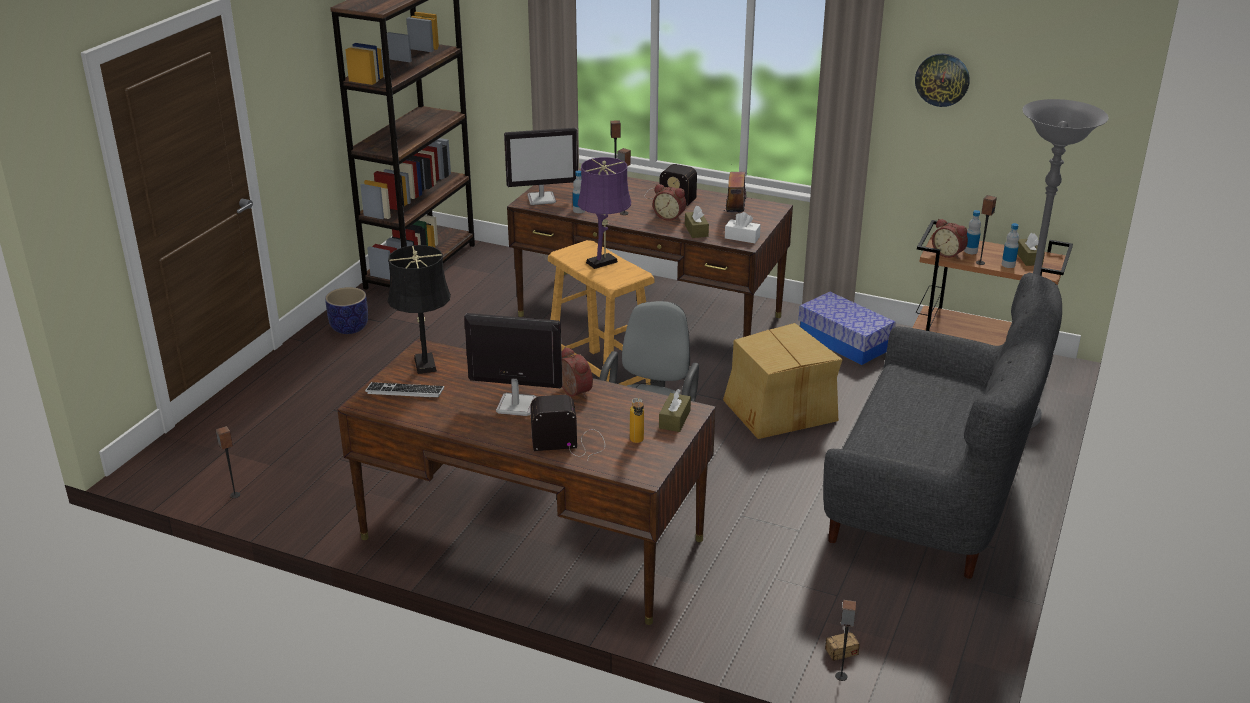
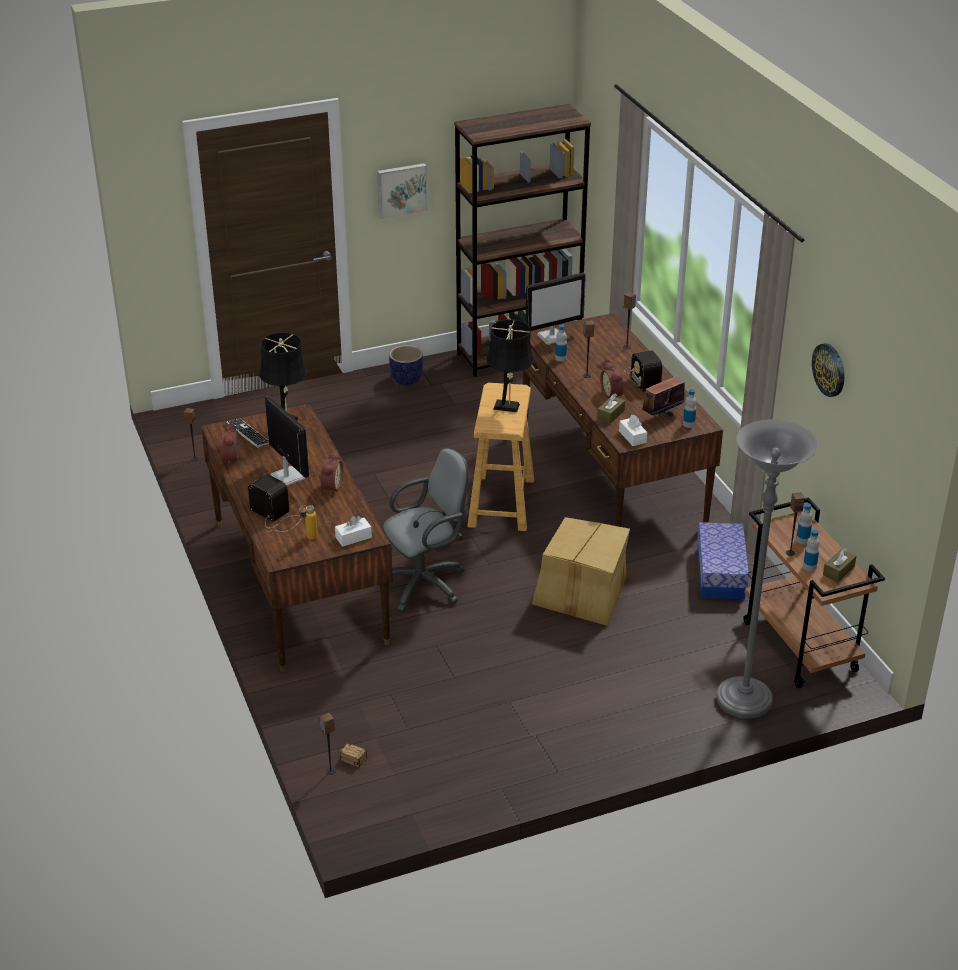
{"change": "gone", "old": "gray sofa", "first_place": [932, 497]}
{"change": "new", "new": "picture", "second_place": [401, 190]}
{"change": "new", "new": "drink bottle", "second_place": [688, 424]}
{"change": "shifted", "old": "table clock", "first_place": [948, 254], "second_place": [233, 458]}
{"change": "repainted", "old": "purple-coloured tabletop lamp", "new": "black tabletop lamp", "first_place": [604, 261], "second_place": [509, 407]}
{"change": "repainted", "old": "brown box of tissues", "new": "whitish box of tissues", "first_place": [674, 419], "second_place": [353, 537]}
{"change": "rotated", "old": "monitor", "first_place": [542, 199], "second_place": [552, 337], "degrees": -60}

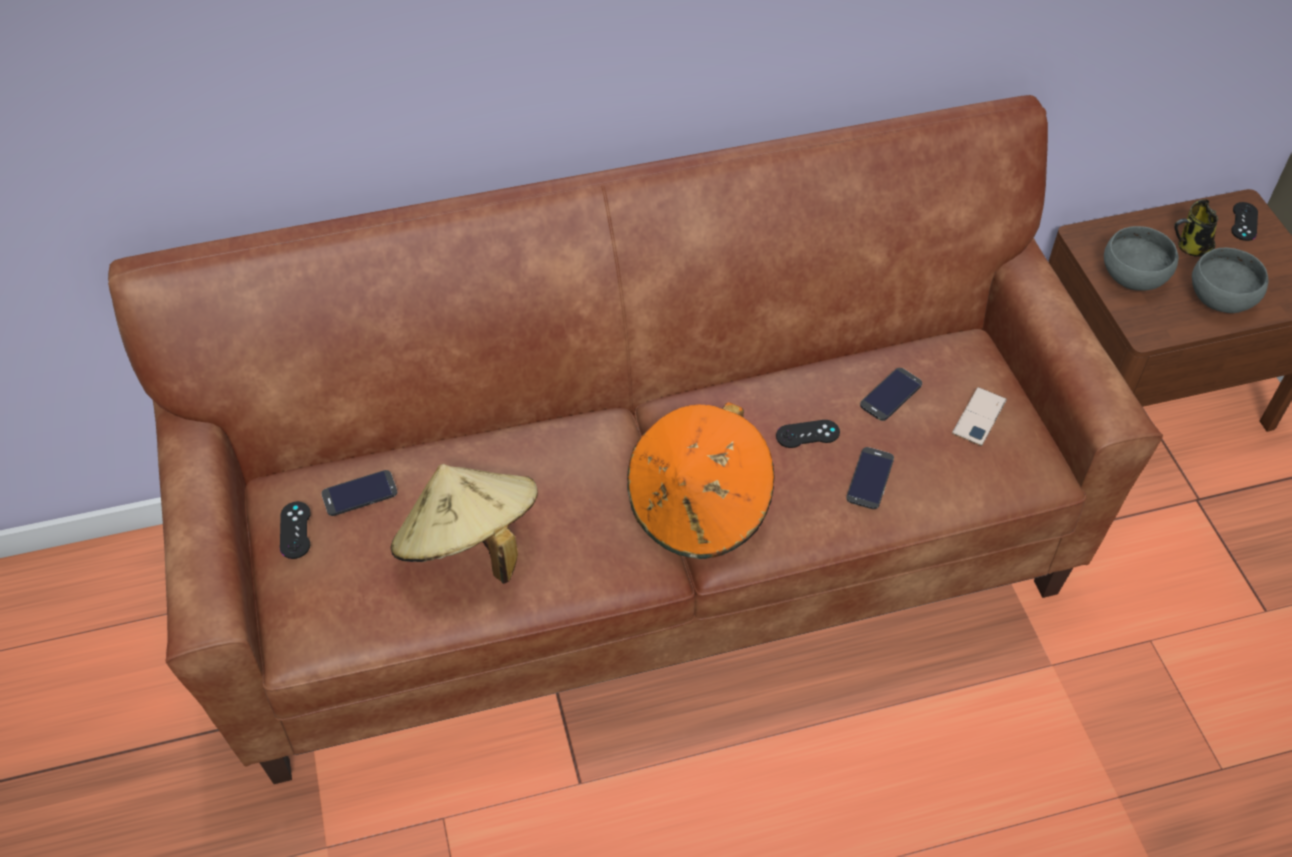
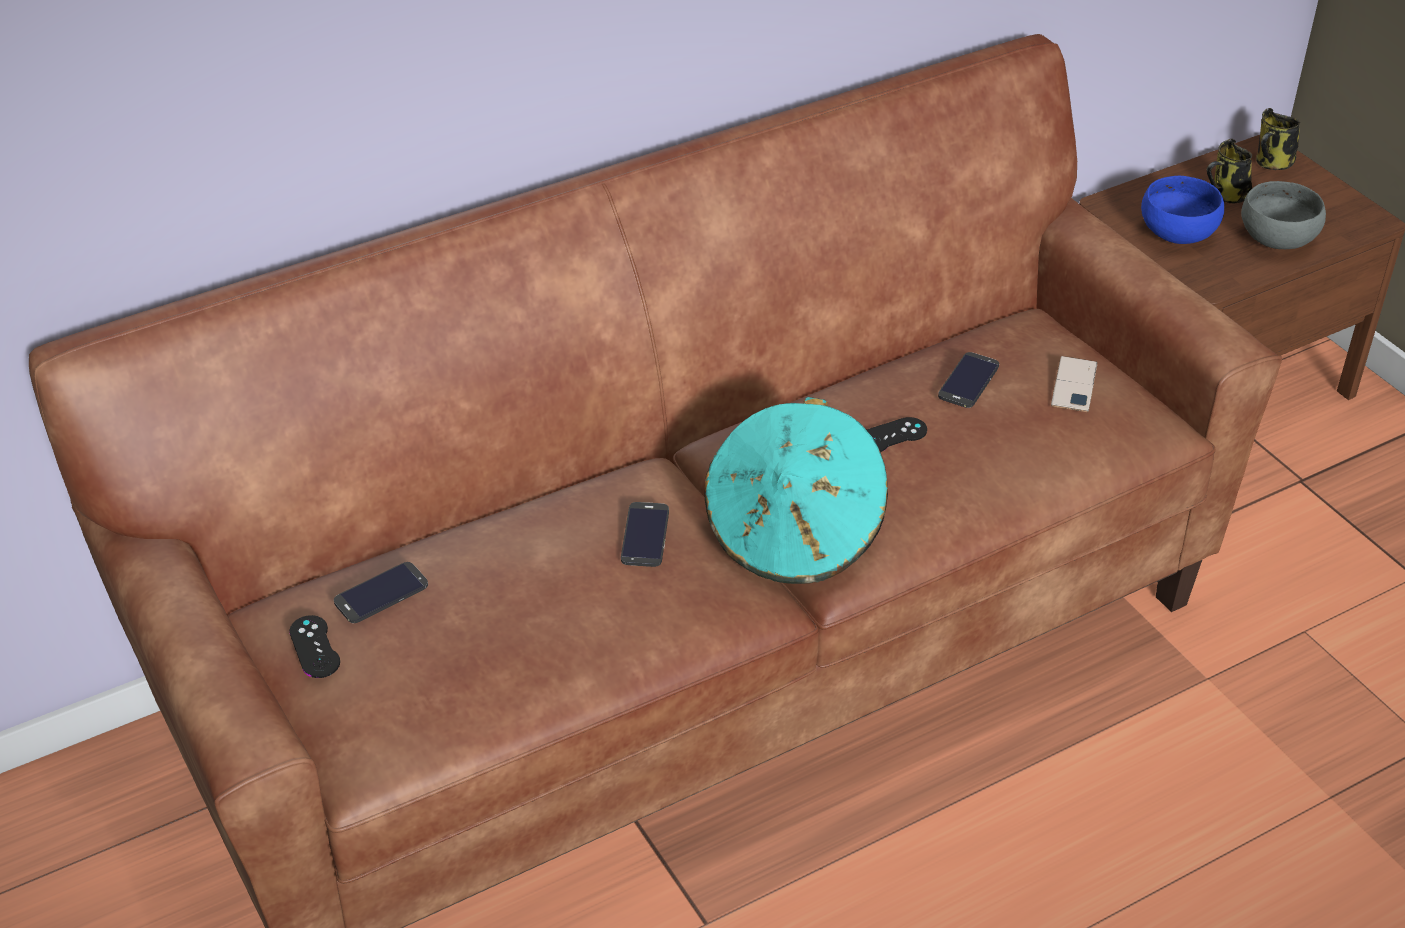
{"change": "gone", "old": "beige clothing hat", "first_place": [469, 547]}
{"change": "shifted", "old": "phone", "first_place": [870, 478], "second_place": [645, 535]}
{"change": "swapped", "old": "black gamepad", "new": "coffee mug", "first_place": [1244, 221], "second_place": [1272, 164]}
{"change": "repainted", "old": "orangey clothing hat", "new": "blue-green clothing hat", "first_place": [699, 508], "second_place": [795, 533]}
{"change": "repainted", "old": "gray deep dish", "new": "blue deep dish", "first_place": [1131, 276], "second_place": [1175, 233]}

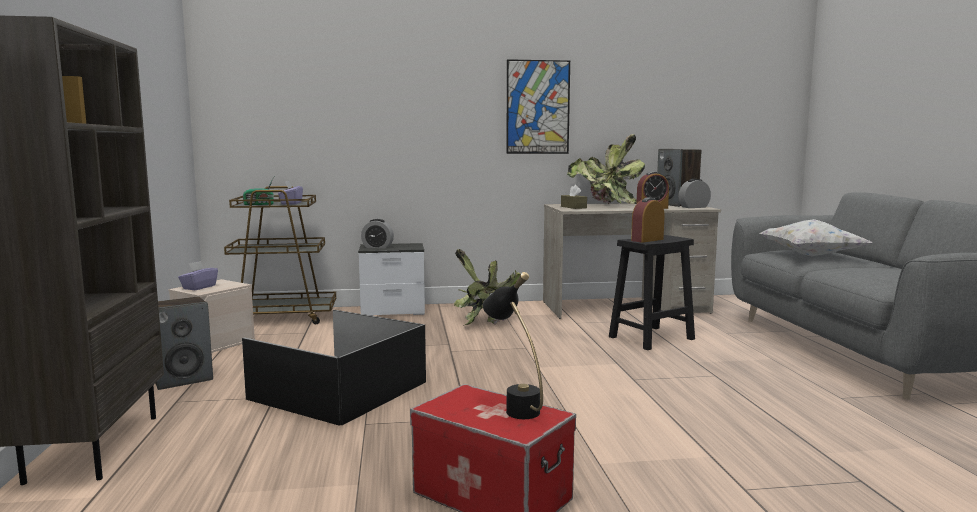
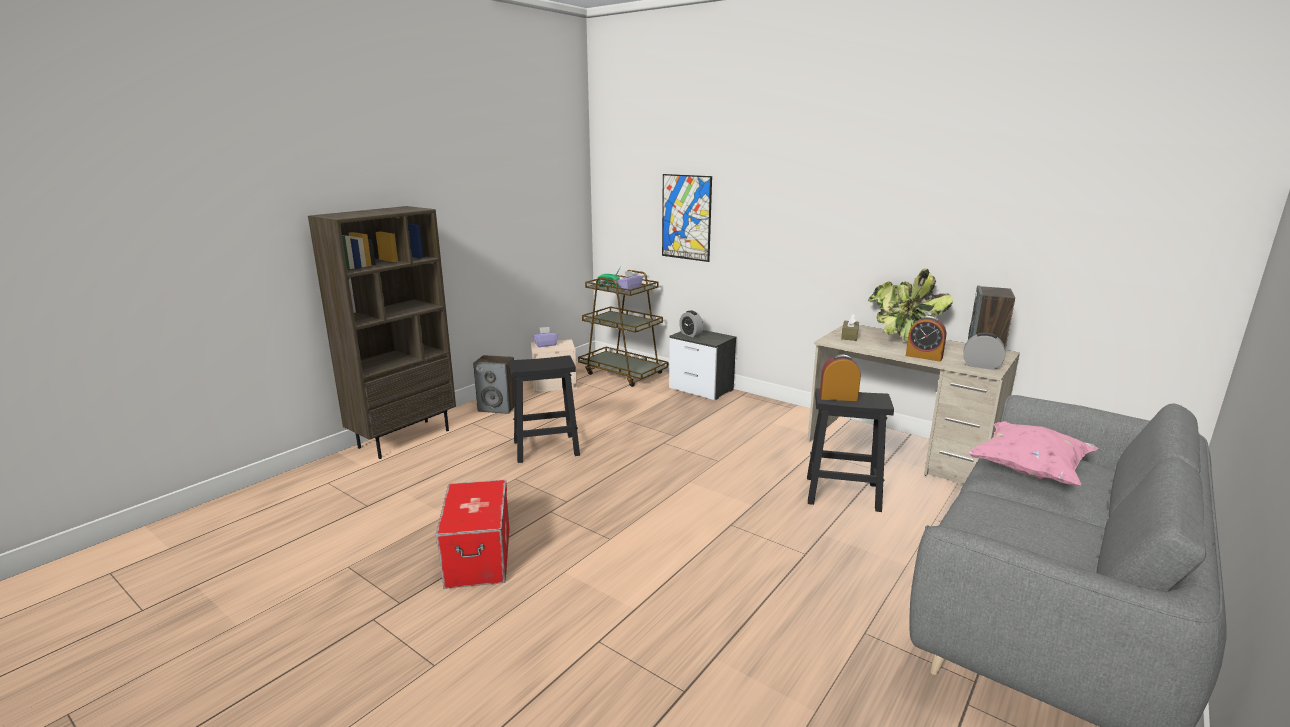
{"change": "gone", "old": "plant in a pot", "first_place": [487, 321]}
{"change": "gone", "old": "black tabletop lamp", "first_place": [515, 406]}
{"change": "shifted", "old": "picture", "first_place": [538, 107], "second_place": [686, 217]}
{"change": "swapped", "old": "black storage container", "new": "black sitting stool", "first_place": [340, 390], "second_place": [547, 448]}
{"change": "repainted", "old": "whitish pillow", "new": "pinkish pillow", "first_place": [810, 255], "second_place": [1029, 470]}

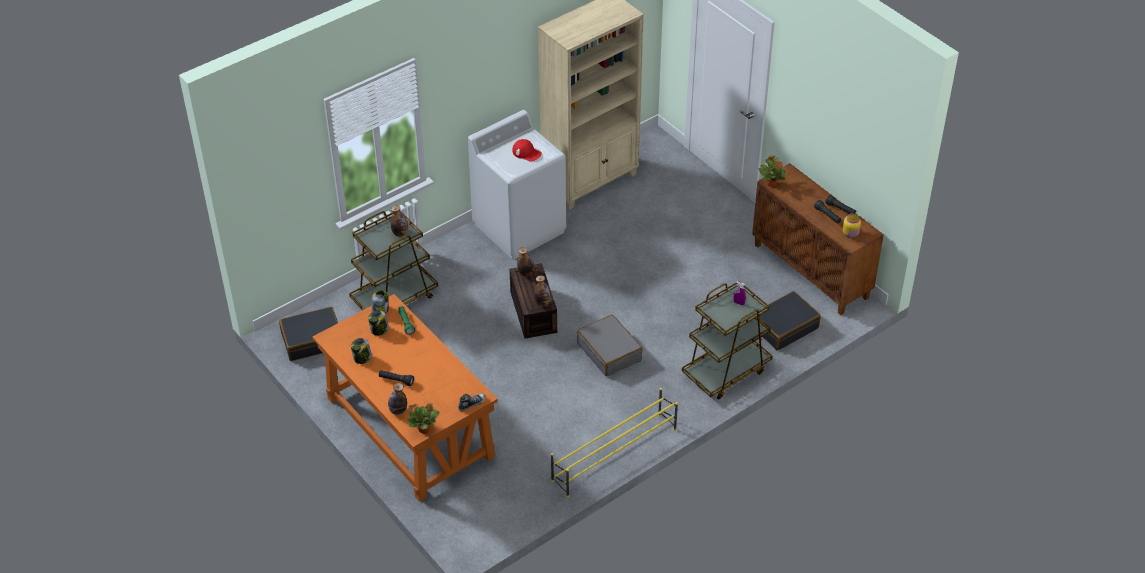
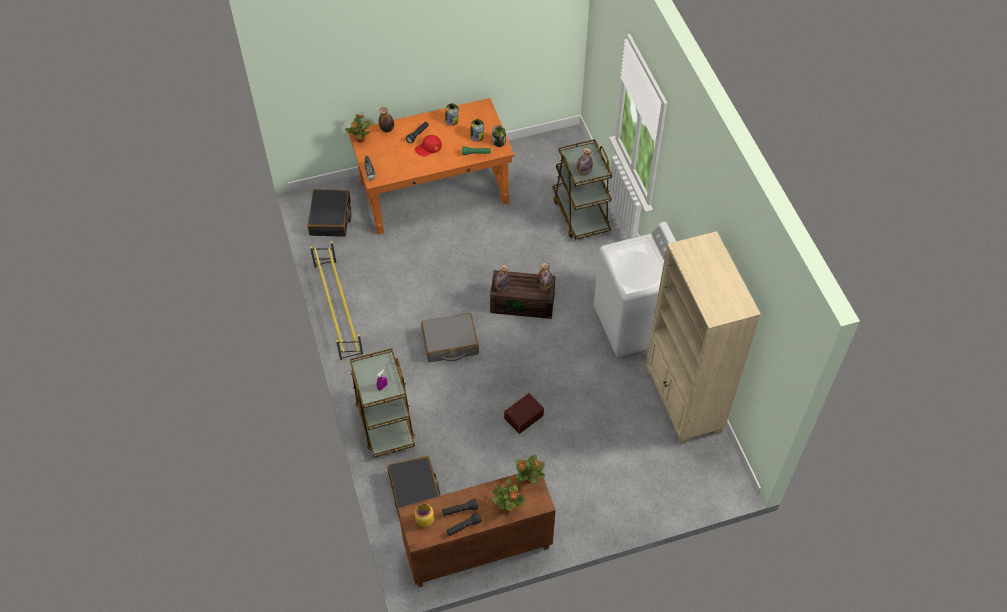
{"change": "new", "new": "plant in a pot", "second_place": [508, 505]}
{"change": "new", "new": "brown storage container", "second_place": [523, 416]}
{"change": "shifted", "old": "black piece of luggage", "first_place": [312, 340], "second_place": [330, 218]}
{"change": "shifted", "old": "red baseball cap", "first_place": [527, 153], "second_place": [428, 147]}

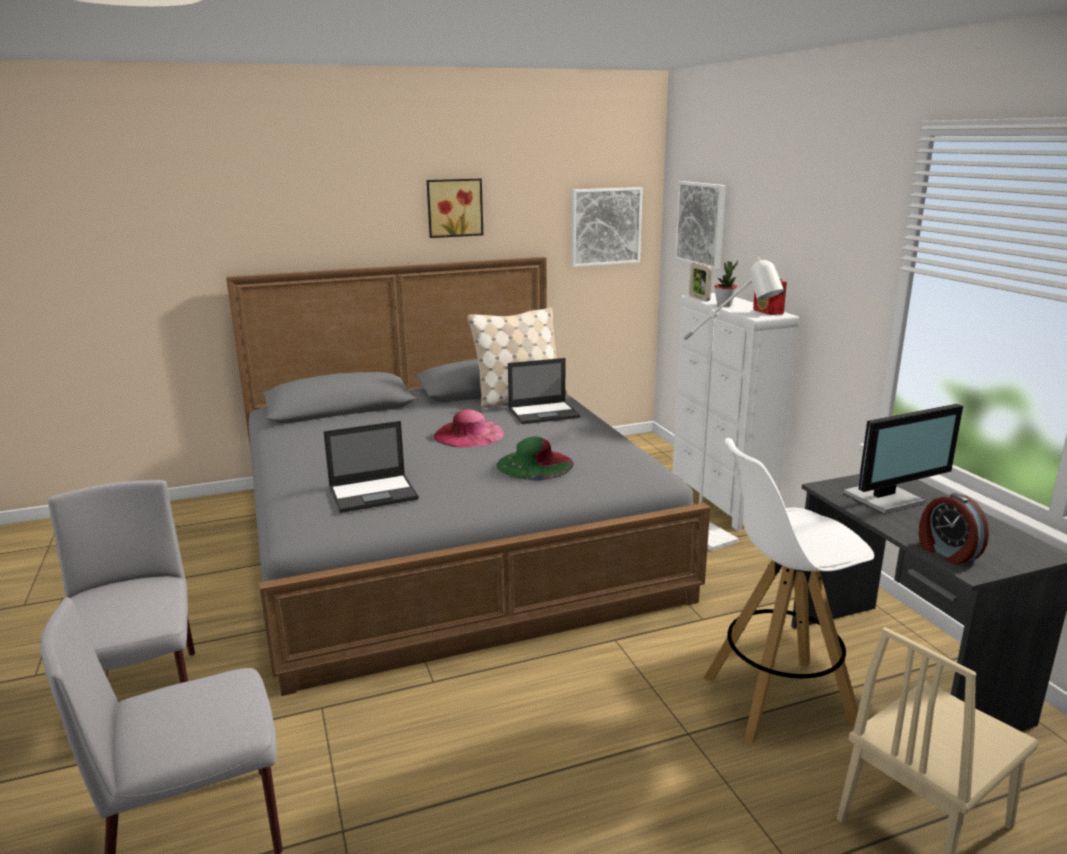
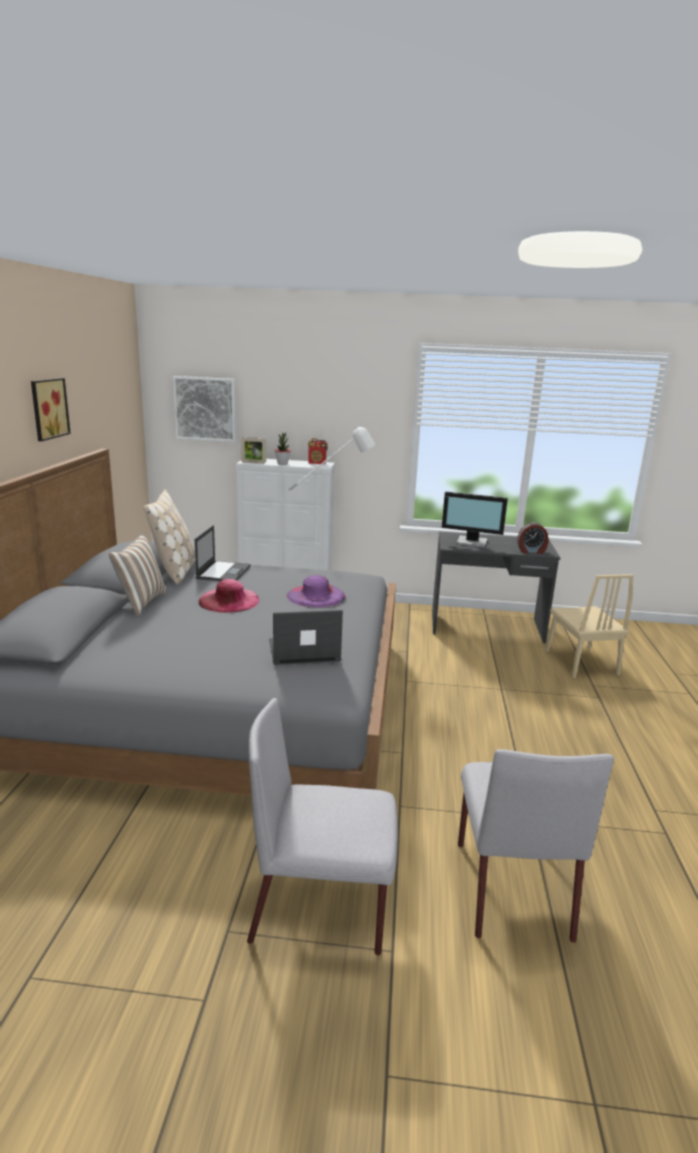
{"change": "gone", "old": "picture", "first_place": [605, 226]}
{"change": "gone", "old": "whitish sitting stool", "first_place": [776, 699]}
{"change": "new", "new": "pillow", "second_place": [141, 602]}
{"change": "repainted", "old": "greenish clothing hat", "new": "purple-coloured clothing hat", "first_place": [534, 464], "second_place": [316, 596]}
{"change": "rotated", "old": "laptop", "first_place": [374, 493], "second_place": [303, 651], "degrees": -105}
{"change": "rotated", "old": "monitor", "first_place": [887, 499], "second_place": [472, 542], "degrees": 105}

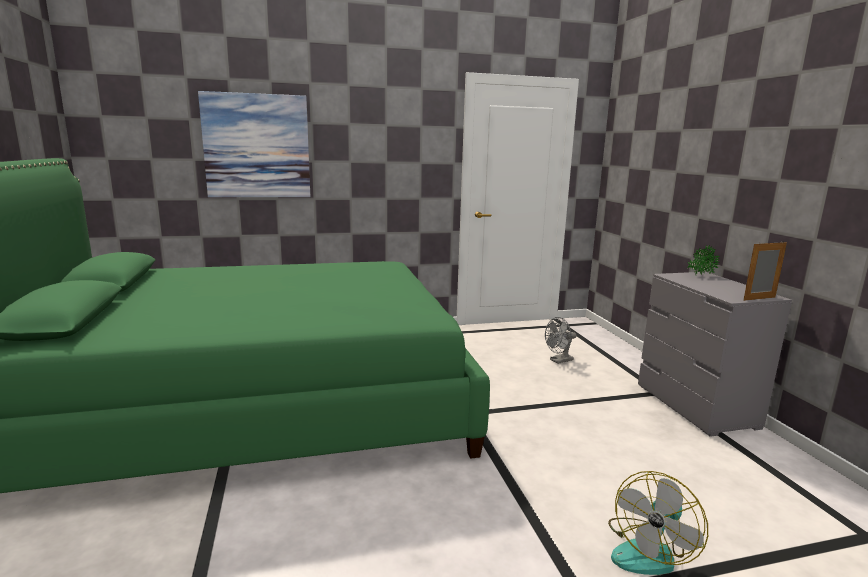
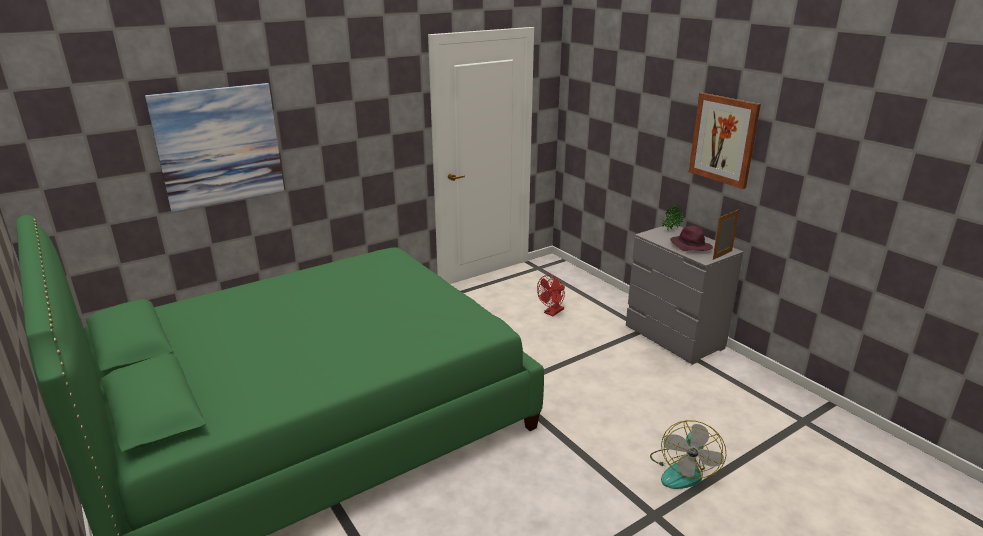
{"change": "new", "new": "purple-coloured clothing hat", "second_place": [690, 246]}
{"change": "new", "new": "picture", "second_place": [723, 139]}
{"change": "repainted", "old": "gray fan", "new": "red fan", "first_place": [559, 361], "second_place": [552, 312]}

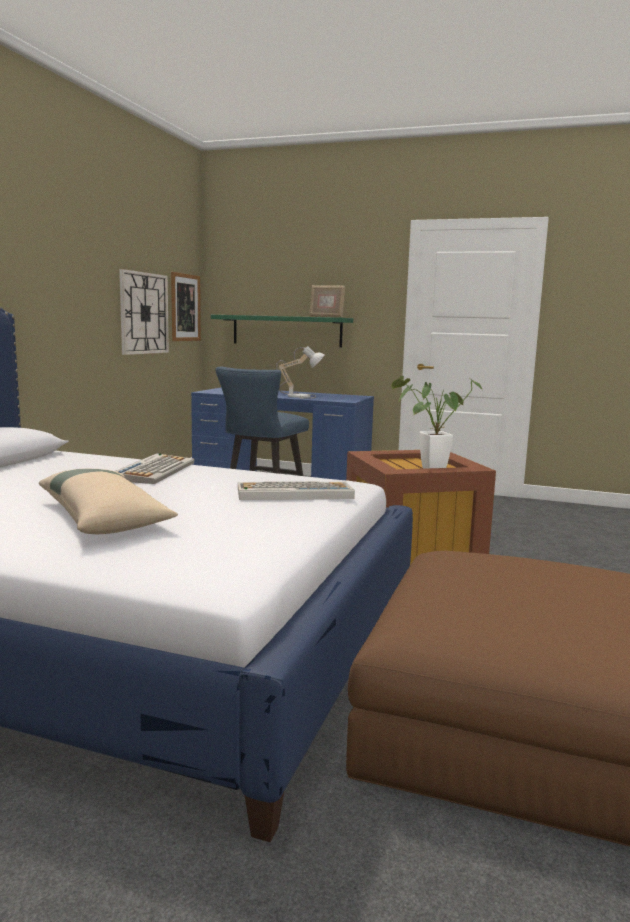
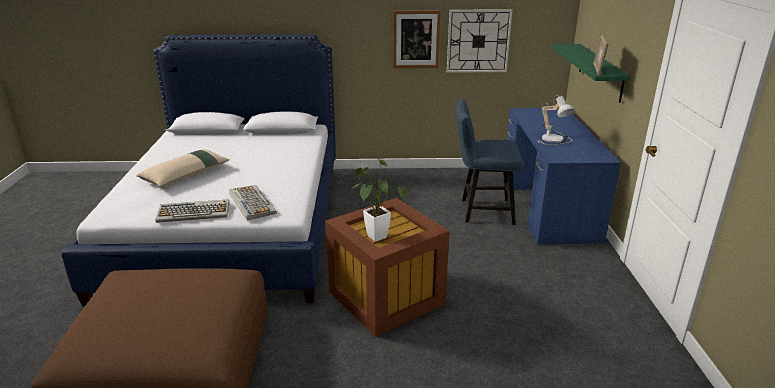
{"change": "shifted", "old": "keyboard", "first_place": [154, 471], "second_place": [194, 212]}
{"change": "shifted", "old": "picture", "first_place": [185, 307], "second_place": [416, 39]}

